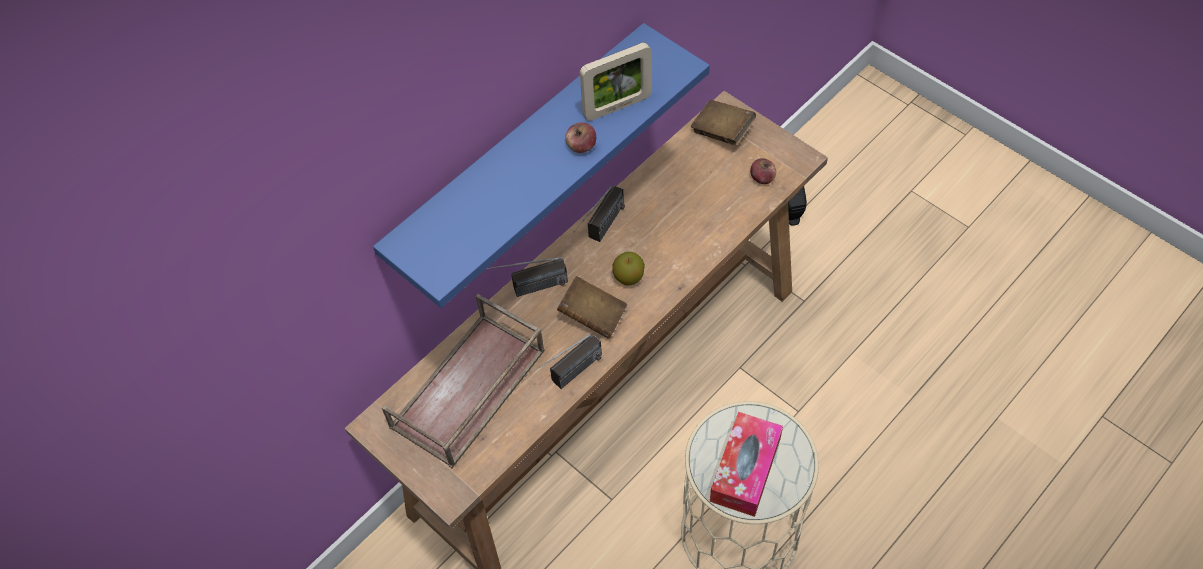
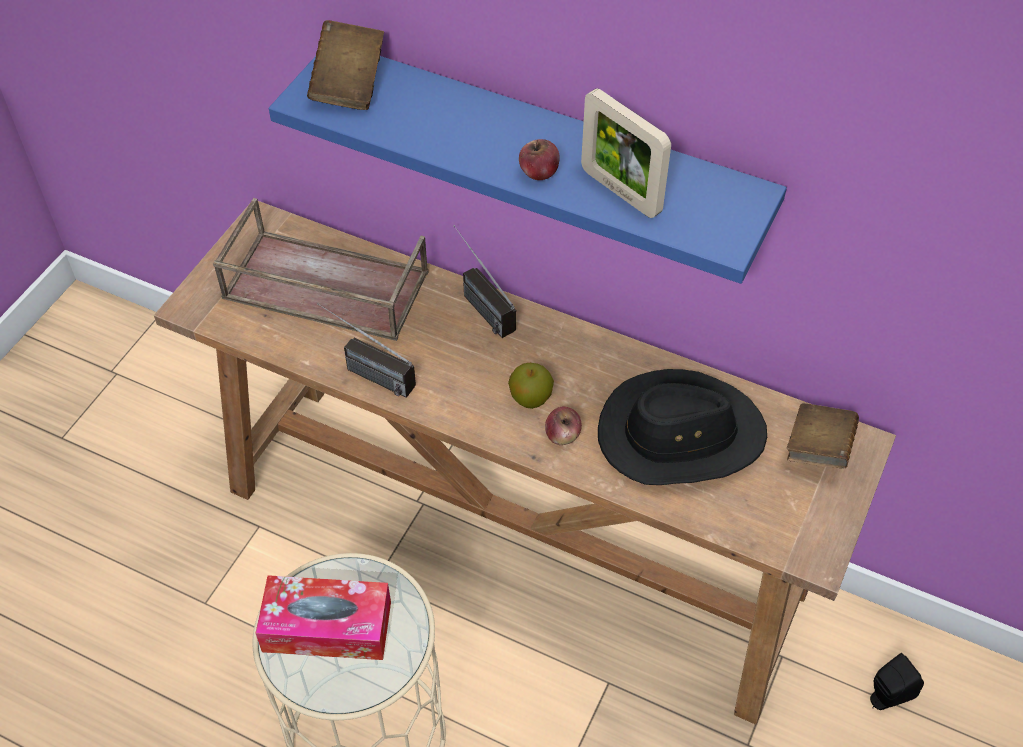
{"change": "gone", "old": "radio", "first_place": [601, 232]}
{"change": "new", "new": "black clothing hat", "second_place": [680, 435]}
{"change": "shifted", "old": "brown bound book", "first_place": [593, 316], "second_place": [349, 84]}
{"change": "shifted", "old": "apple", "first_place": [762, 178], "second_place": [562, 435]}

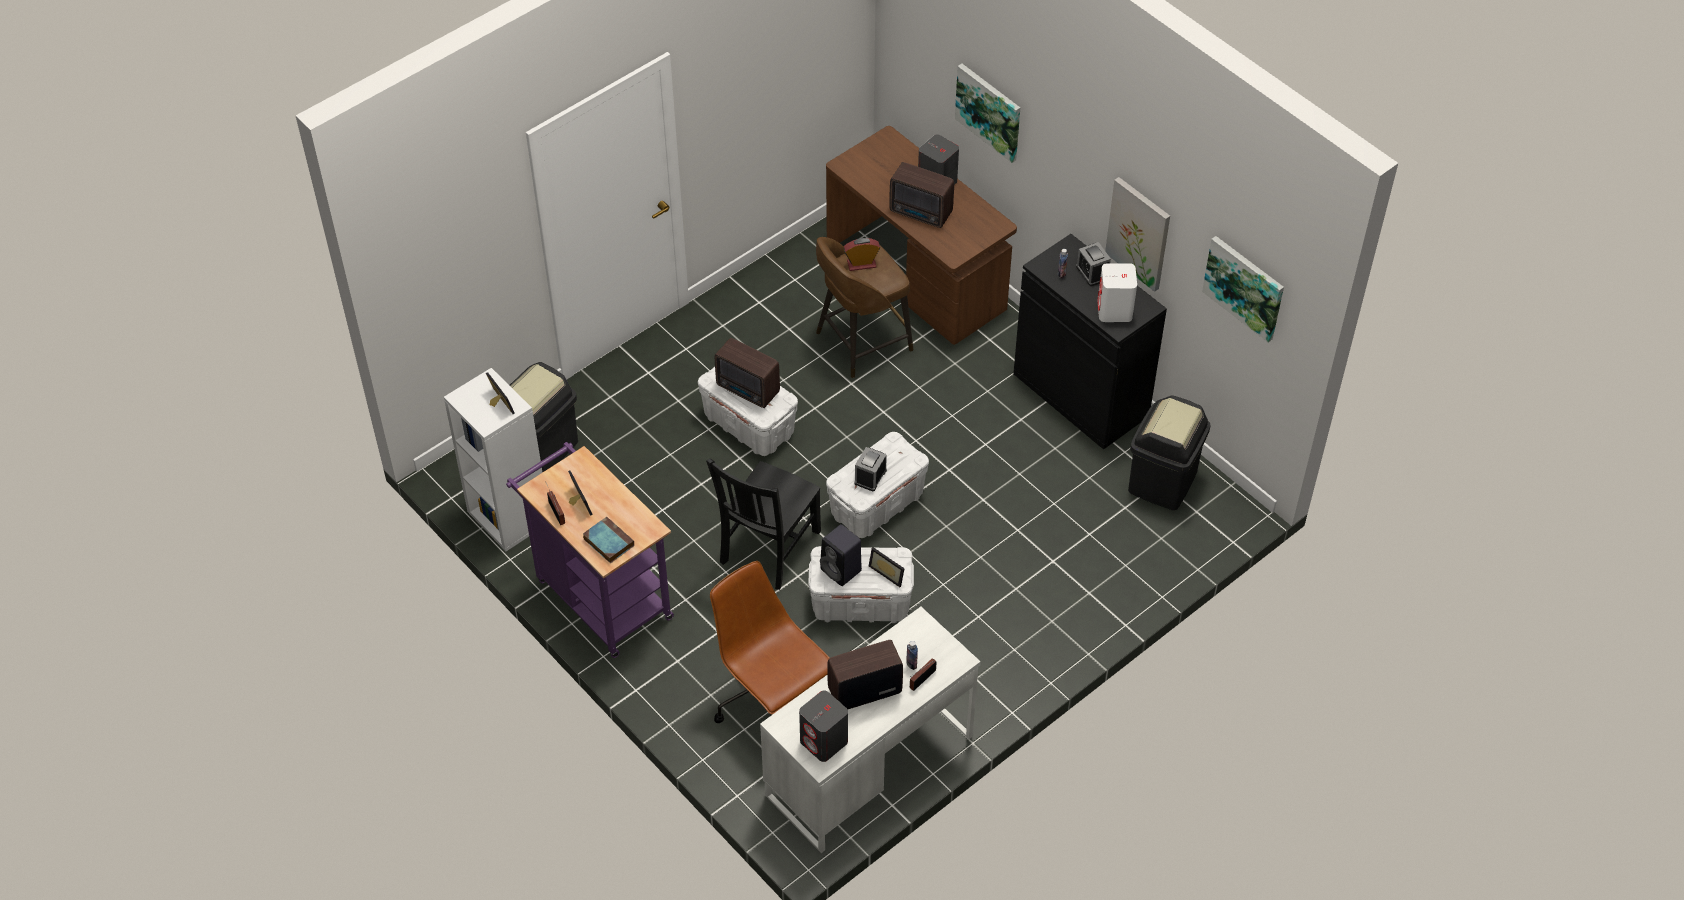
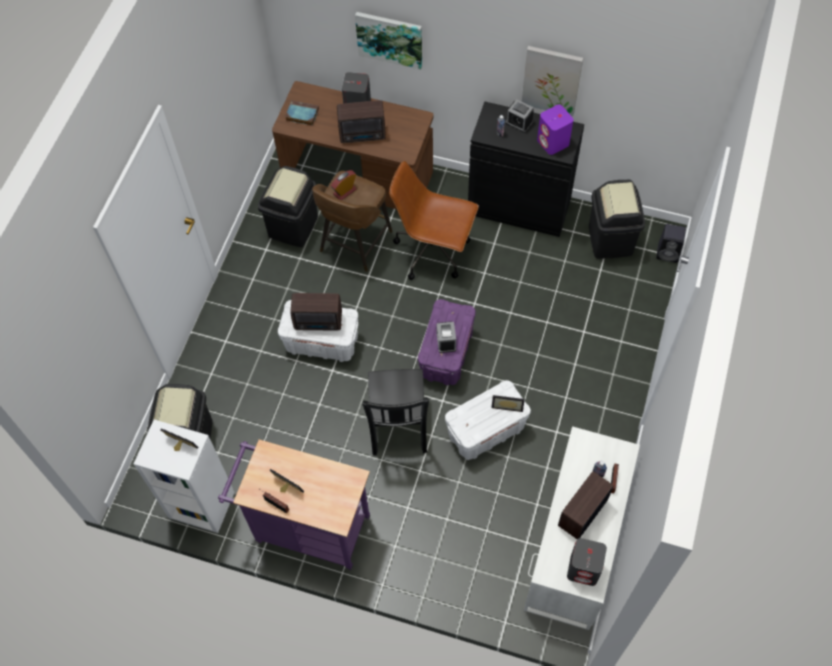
{"change": "gone", "old": "picture", "first_place": [1244, 287]}
{"change": "new", "new": "black waste bin", "second_place": [293, 227]}
{"change": "shifted", "old": "bound book", "first_place": [607, 542], "second_place": [301, 115]}
{"change": "shifted", "old": "brown office chair", "first_place": [771, 702], "second_place": [433, 251]}
{"change": "shifted", "old": "black loudspeaker", "first_place": [842, 570], "second_place": [668, 253]}
{"change": "repainted", "old": "whitish storage container", "new": "purple-coloured storage container", "first_place": [876, 505], "second_place": [446, 354]}
{"change": "repainted", "old": "whitish loudspeaker", "new": "purple-coloured loudspeaker", "first_place": [1114, 310], "second_place": [553, 142]}

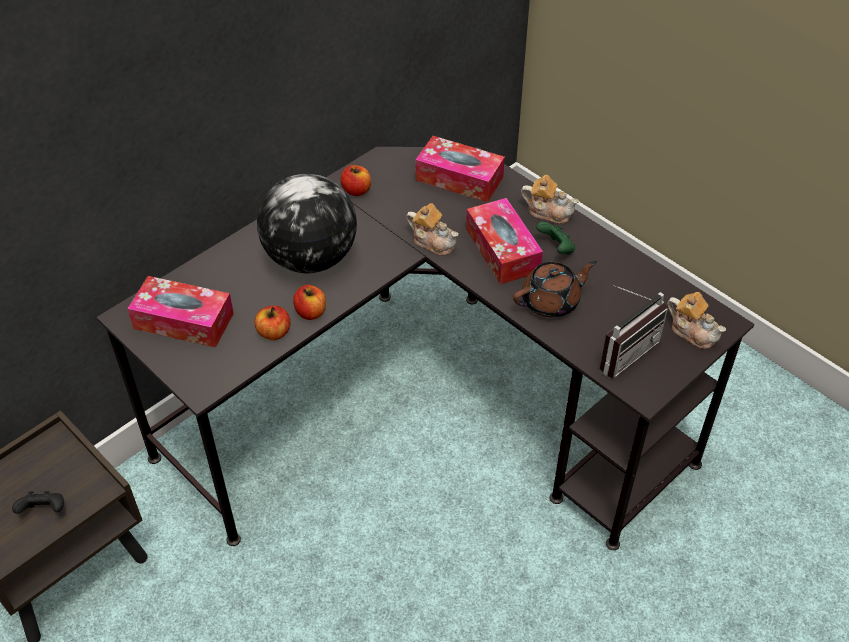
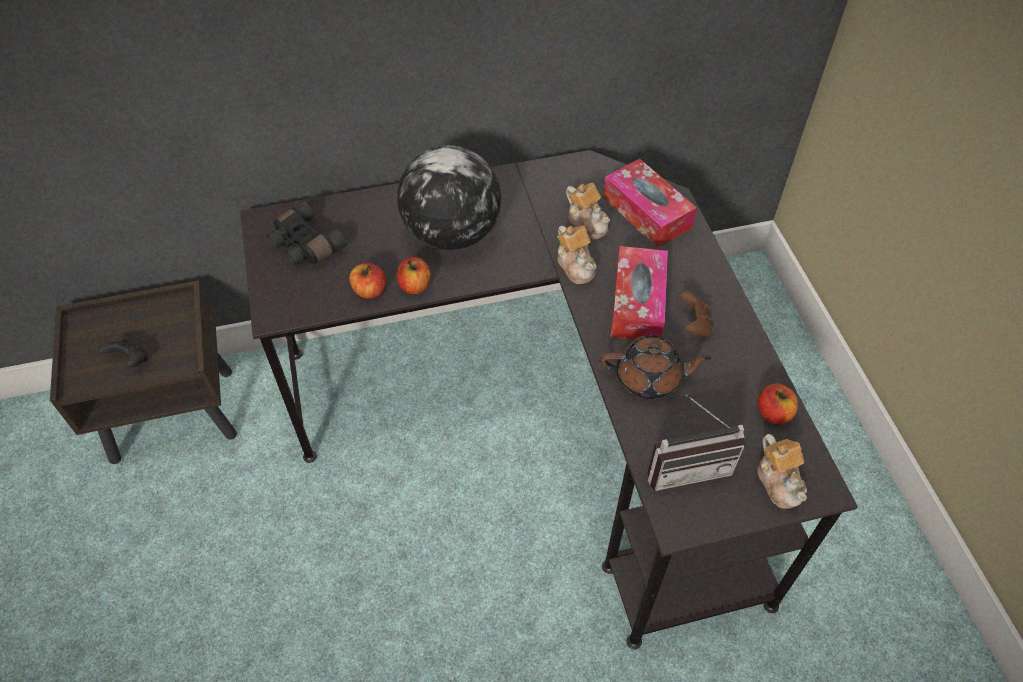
{"change": "shifted", "old": "apple", "first_place": [356, 190], "second_place": [773, 413]}
{"change": "shifted", "old": "pot for tea", "first_place": [548, 212], "second_place": [587, 222]}
{"change": "swapped", "old": "box of tissues", "new": "black binoculars", "first_place": [183, 321], "second_place": [304, 245]}
{"change": "repainted", "old": "greenish gamepad", "new": "brown gamepad", "first_place": [556, 248], "second_place": [694, 325]}

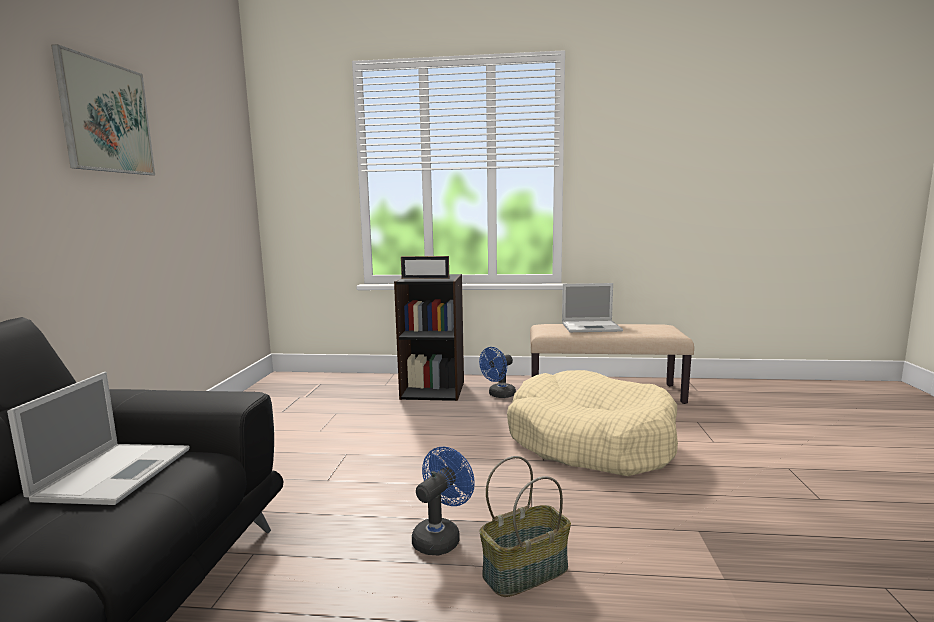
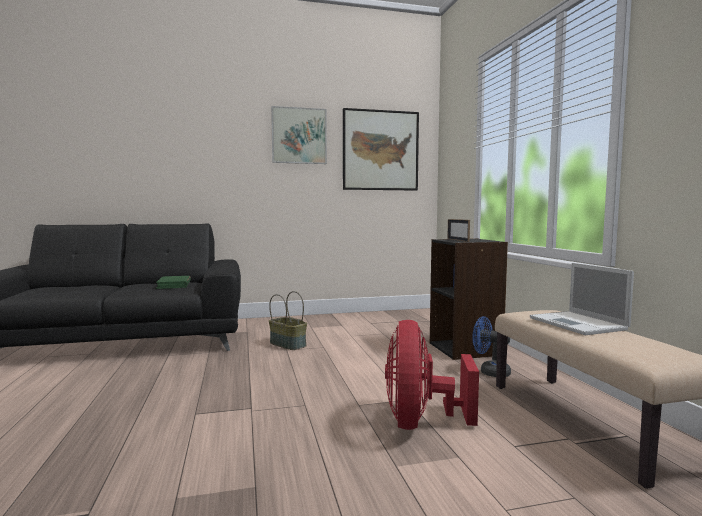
{"change": "gone", "old": "blue fan", "first_place": [440, 537]}
{"change": "new", "new": "picture", "second_place": [380, 150]}
{"change": "shifted", "old": "storage basket", "first_place": [525, 571], "second_place": [288, 344]}
{"change": "swapped", "old": "laptop", "new": "greenish bound book", "first_place": [116, 472], "second_place": [174, 285]}
{"change": "swapped", "old": "beige dog bed", "new": "red fan", "first_place": [590, 441], "second_place": [420, 422]}

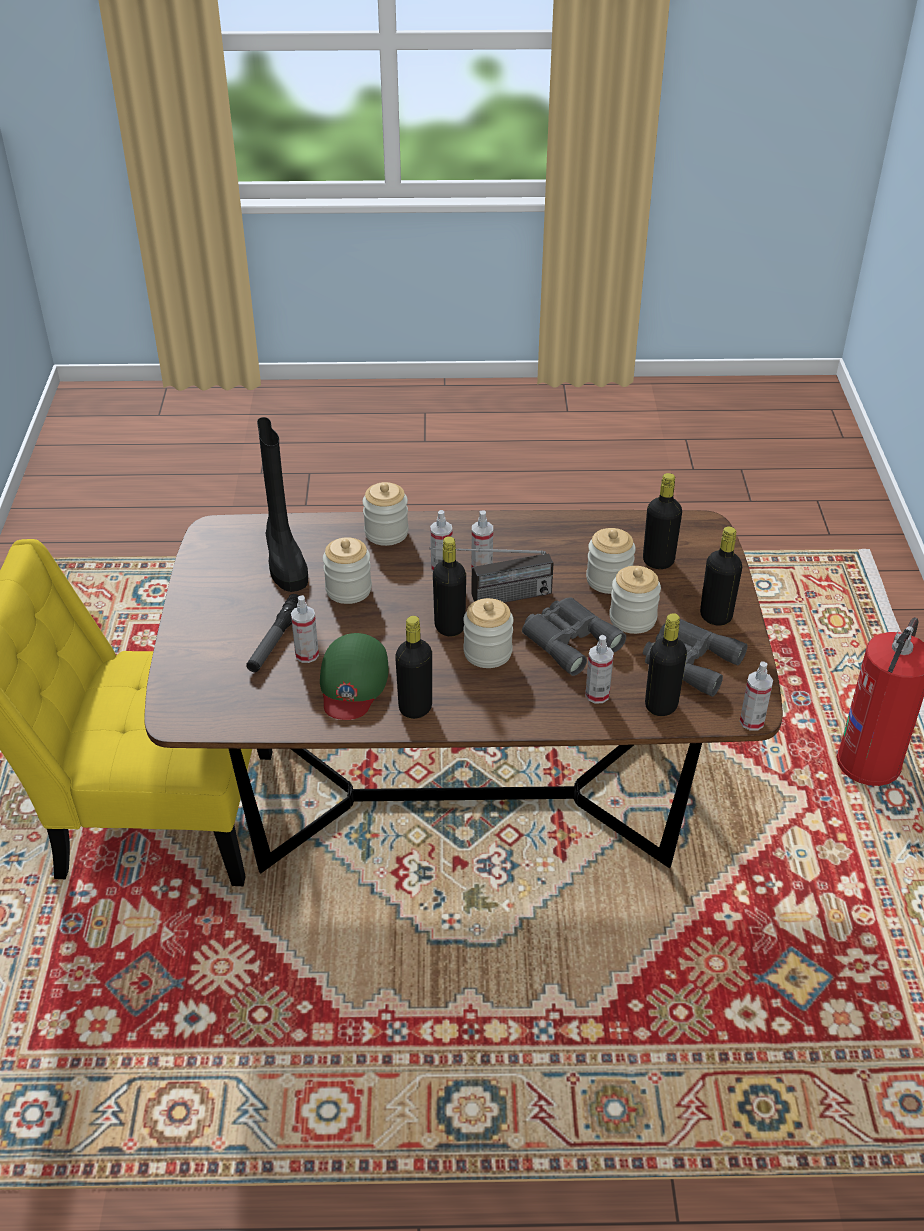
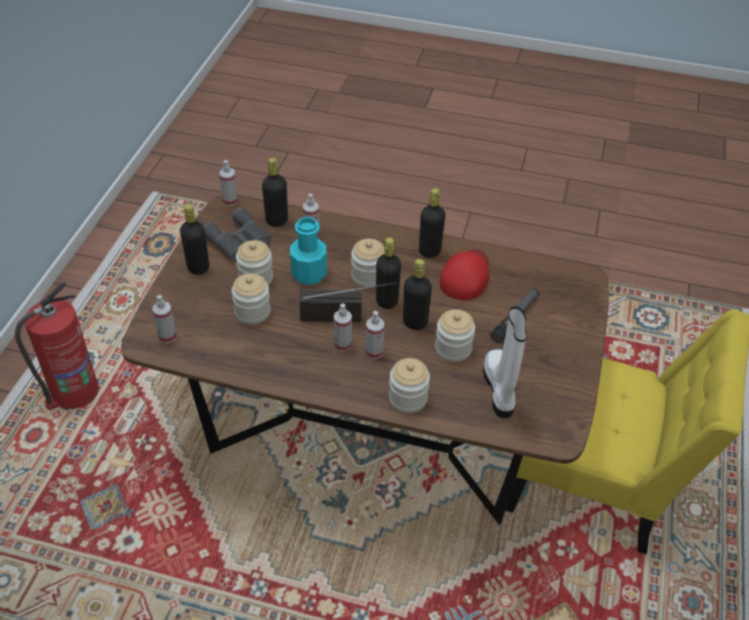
{"change": "shifted", "old": "spray bottle", "first_place": [307, 655], "second_place": [167, 336]}
{"change": "shifted", "old": "black drink bottle", "first_place": [658, 561], "second_place": [415, 322]}
{"change": "swapped", "old": "gray binoculars", "new": "blue-green drink bottle", "first_place": [568, 639], "second_place": [309, 274]}
{"change": "repainted", "old": "black high-top boot", "new": "whitish high-top boot", "first_place": [284, 561], "second_place": [500, 389]}
{"change": "repainted", "old": "greenish baseball cap", "new": "red baseball cap", "first_place": [353, 682], "second_place": [466, 276]}

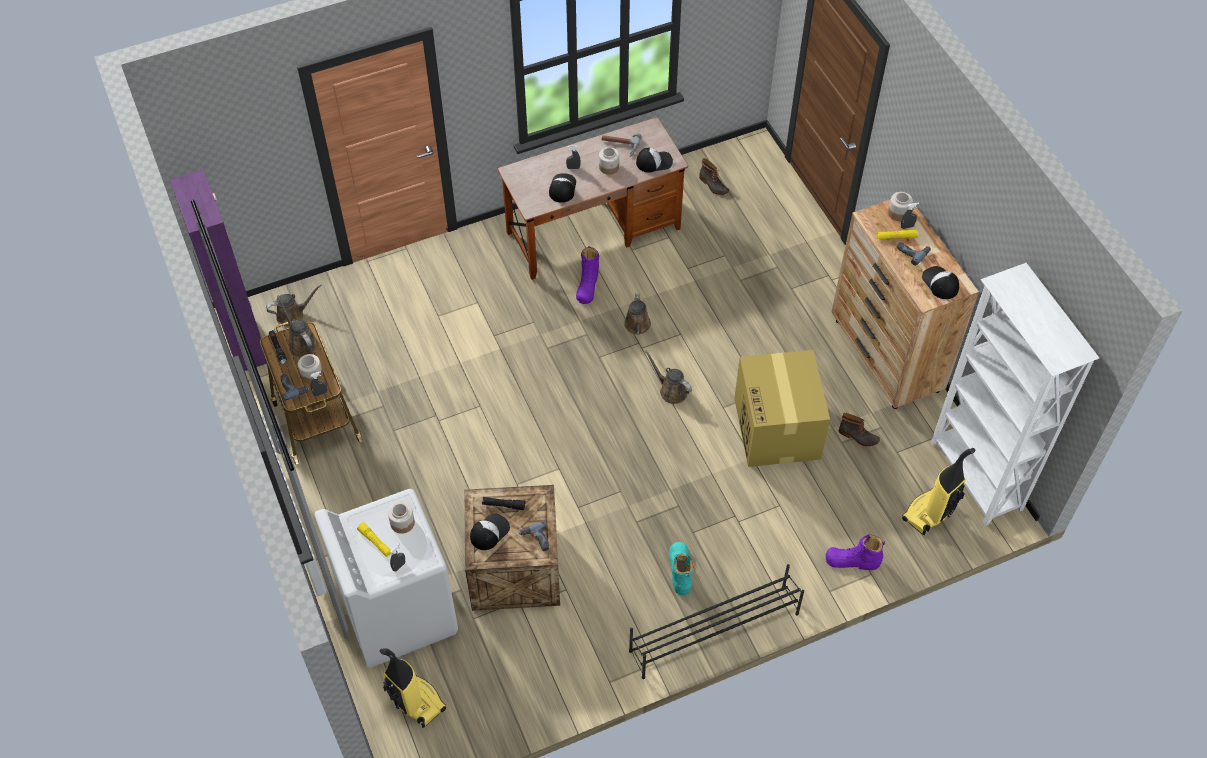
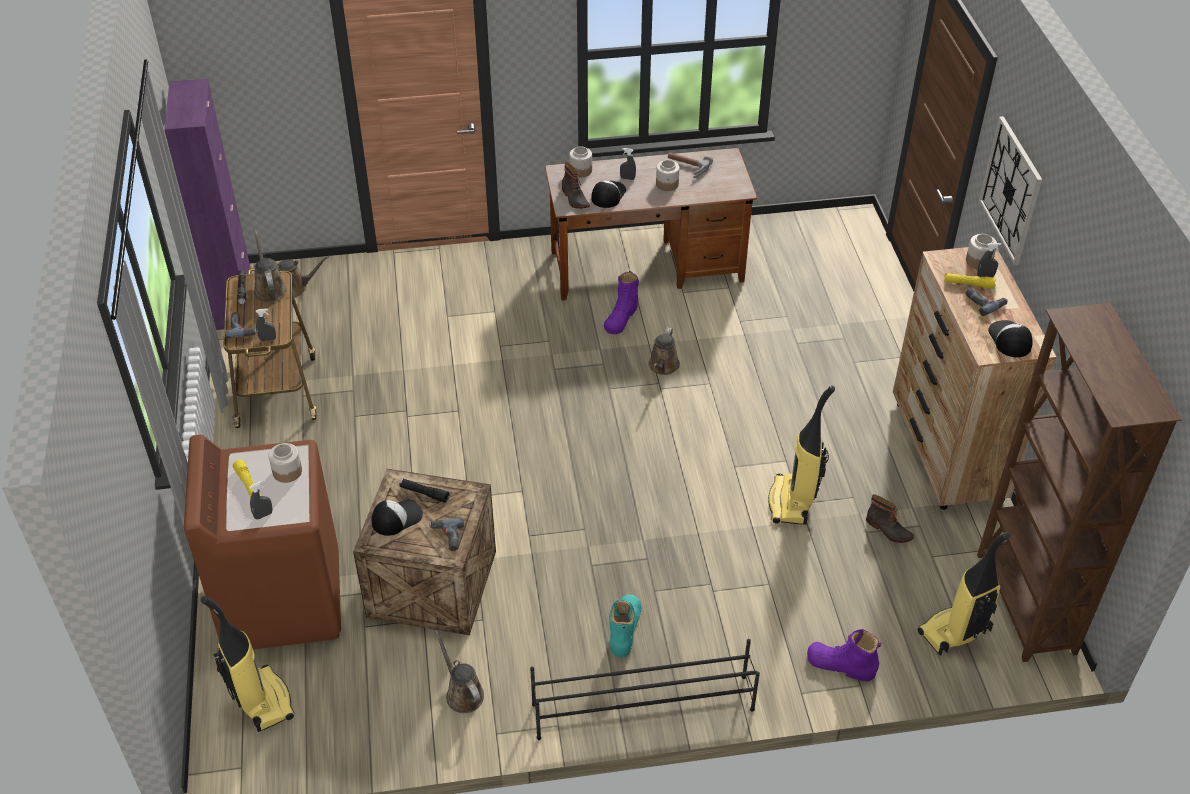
{"change": "gone", "old": "baseball cap", "first_place": [654, 162]}
{"change": "new", "new": "hanging clock", "second_place": [1011, 190]}
{"change": "shifted", "old": "jar", "first_place": [312, 374], "second_place": [581, 170]}
{"change": "shifted", "old": "brown sprinkling can", "first_place": [671, 390], "second_place": [462, 693]}
{"change": "shifted", "old": "high-top boot", "first_place": [713, 185], "second_place": [574, 198]}
{"change": "swapped", "old": "packing box", "new": "vacuum", "first_place": [777, 429], "second_place": [792, 502]}
{"change": "repainted", "old": "whitish laundry appliance", "new": "brown laundry appliance", "first_place": [397, 612], "second_place": [282, 600]}
{"change": "repainted", "old": "whitish bookcase", "new": "brown bookcase", "first_place": [975, 477], "second_place": [1024, 604]}

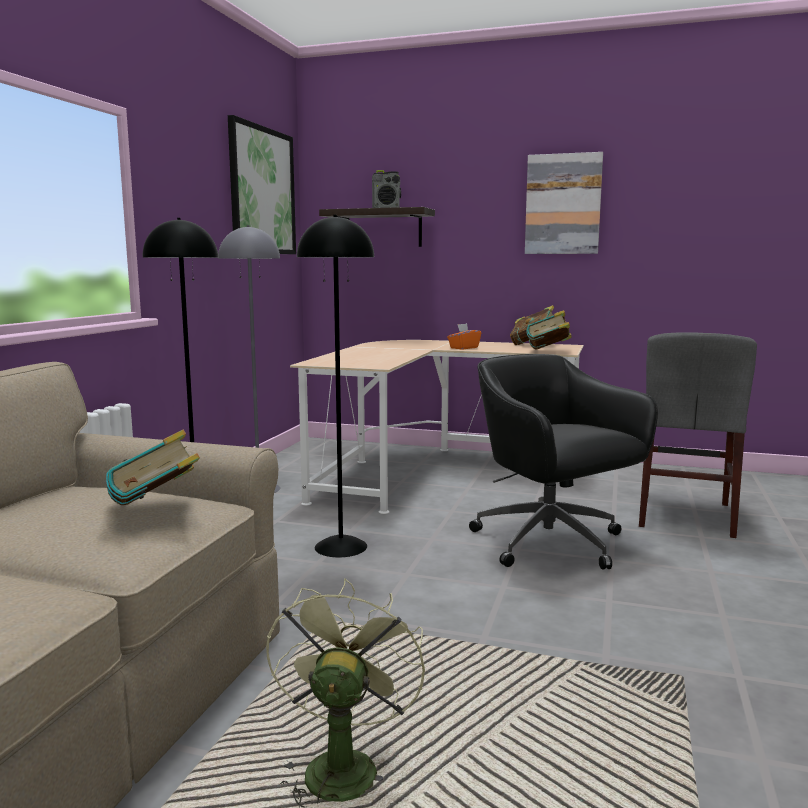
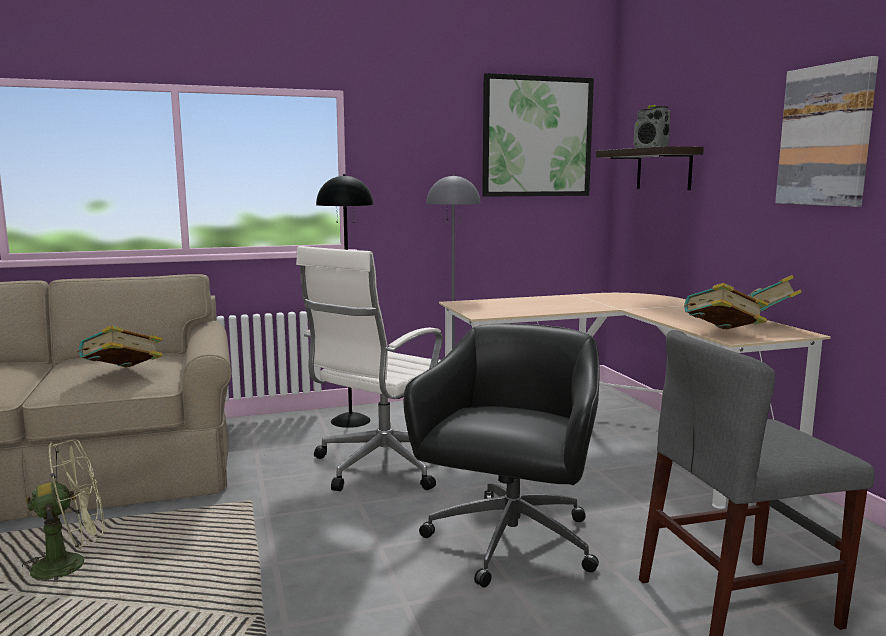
{"change": "gone", "old": "orangey box of tissues", "first_place": [463, 348]}
{"change": "swapped", "old": "black floor lamp", "new": "whitish office chair", "first_place": [340, 547], "second_place": [380, 466]}

